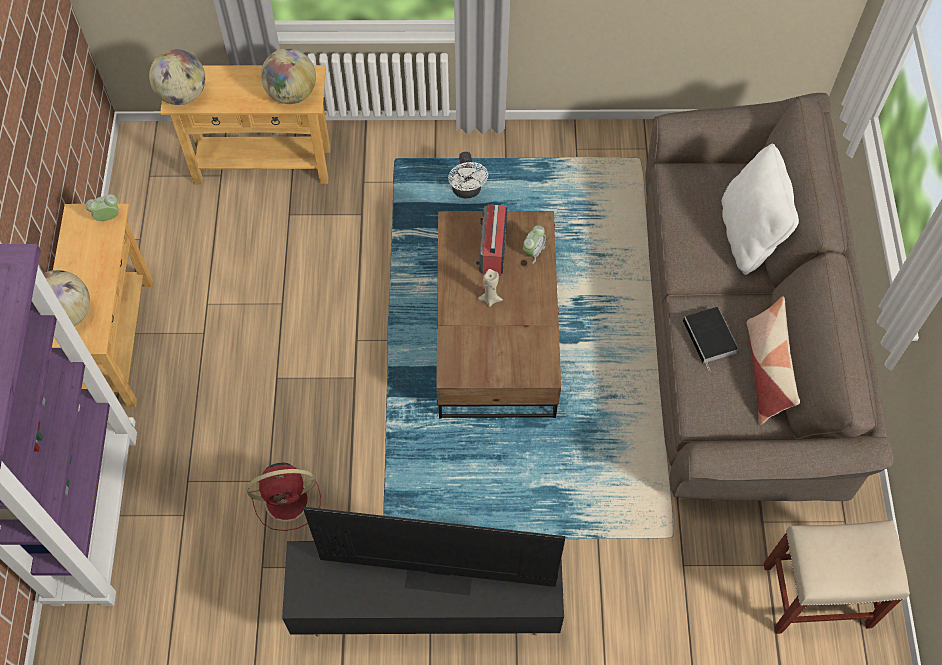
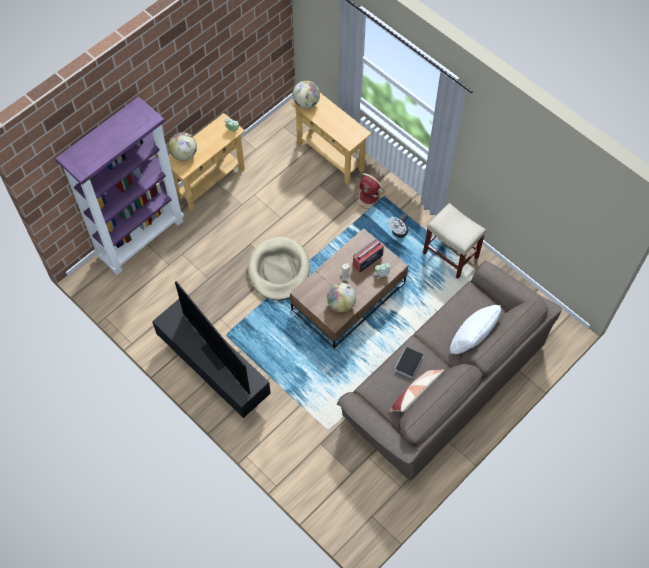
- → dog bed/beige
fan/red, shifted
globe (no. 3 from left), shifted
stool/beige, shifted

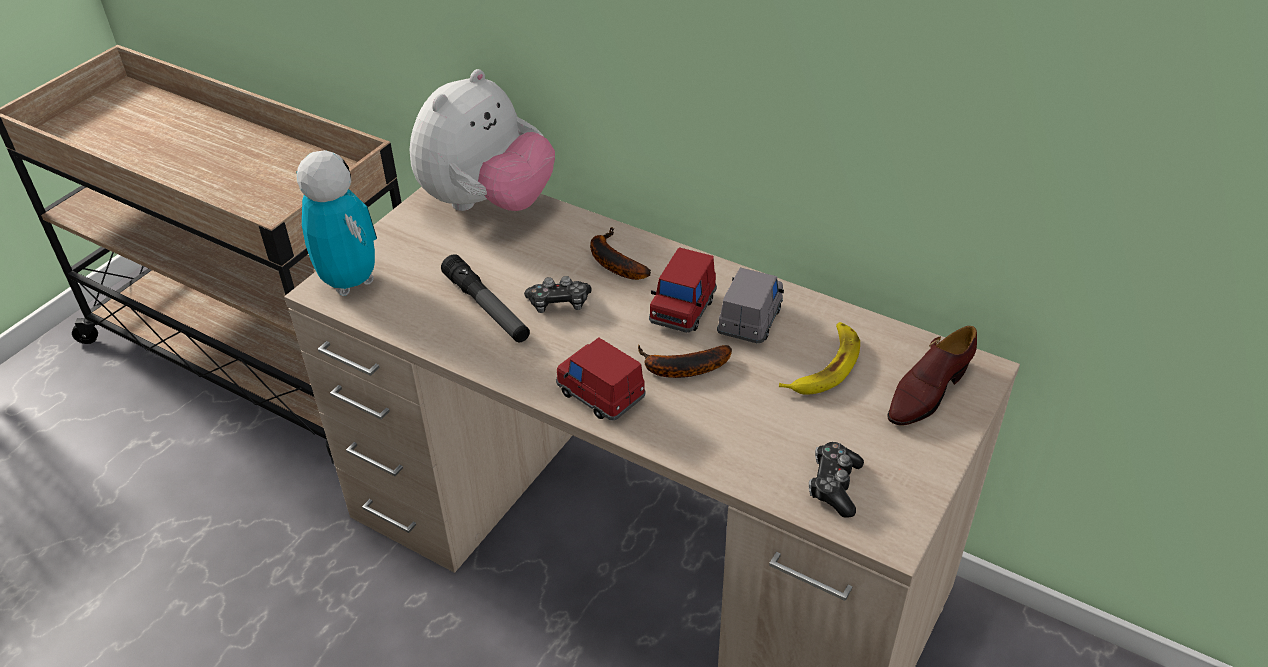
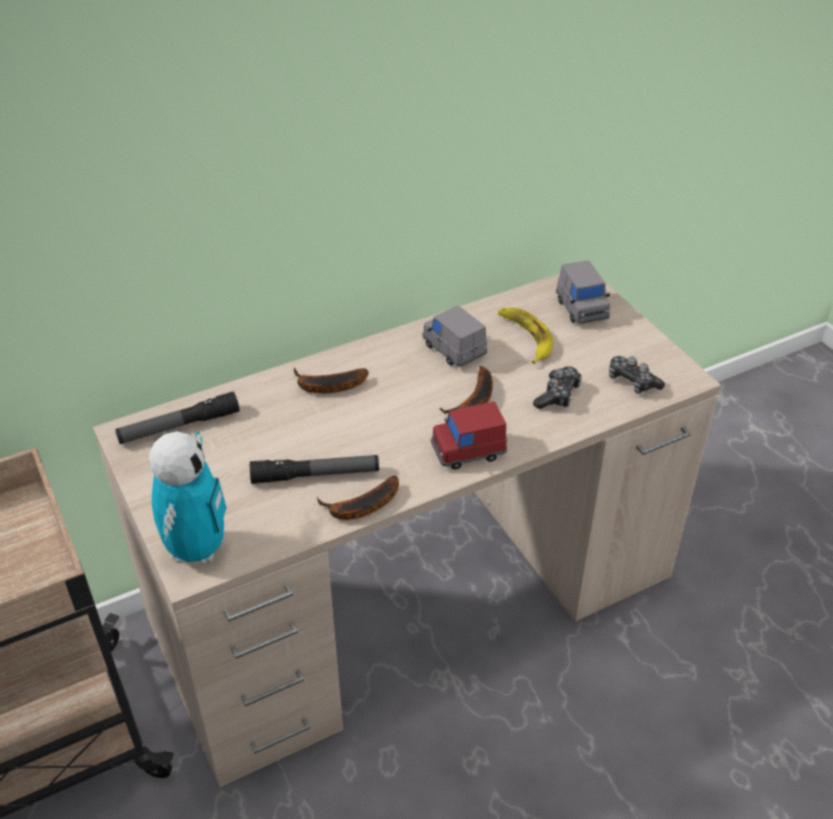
toy car/red (no. 2 from left) → -
- → banana (no. 2 from left)
game controller (no. 1 from left), shifted
plush toy → flashlight (no. 1 from left)
shoe/brown → toy car/grey (no. 2 from left)
toy robot, 105 degrees clockwise

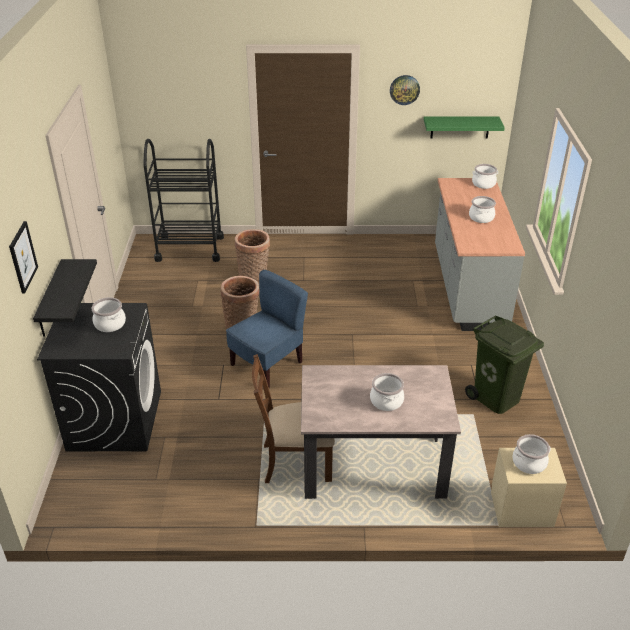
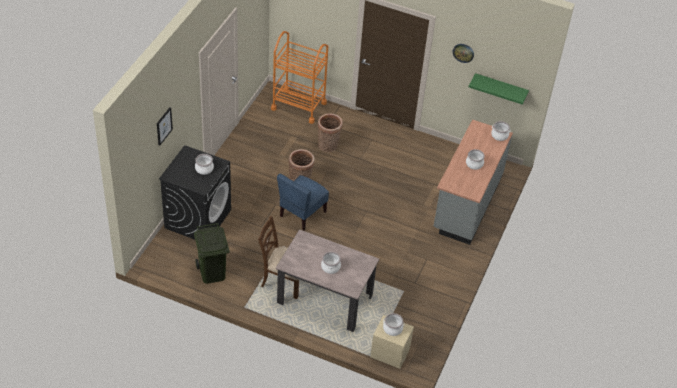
shelf/black → -
trash can/green, shifted
cart/black → cart/orange
chair/blue, 150 degrees clockwise

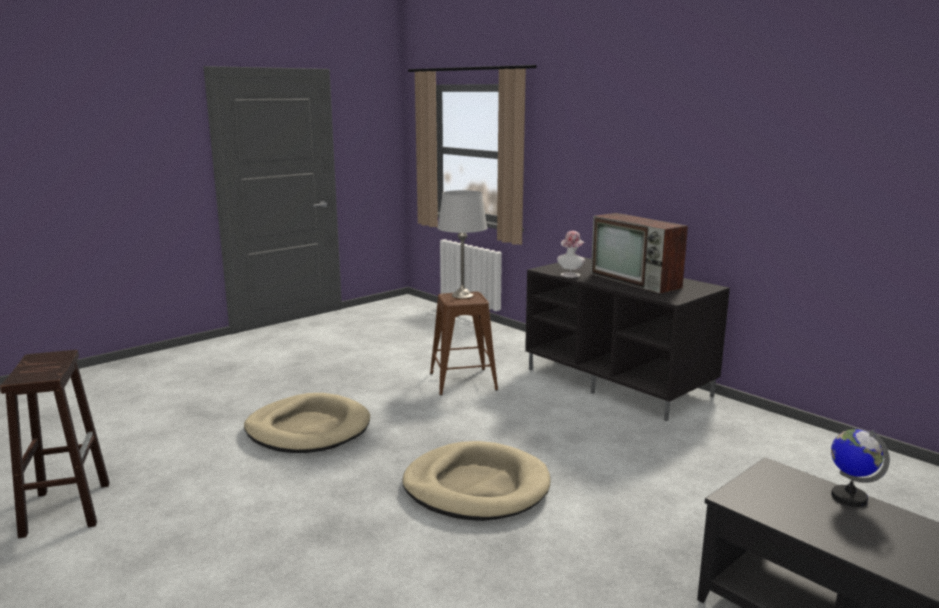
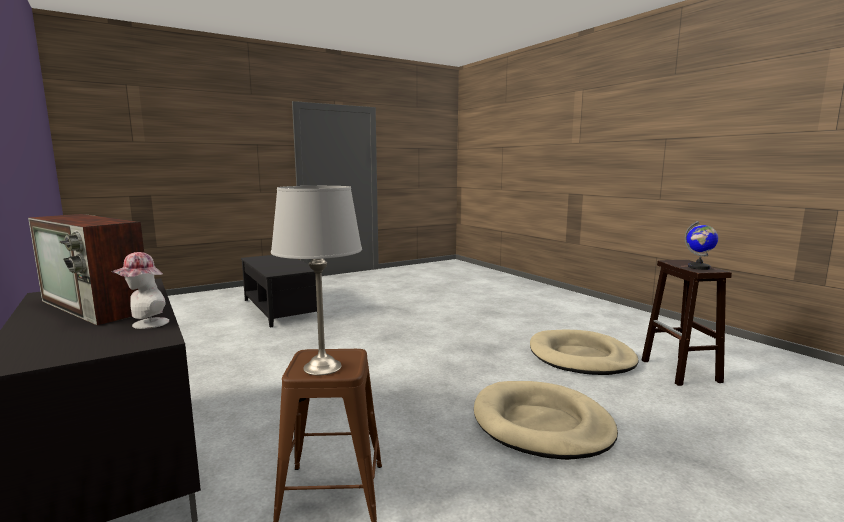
dog bed/beige (no. 2 from left), shifted
globe, shifted
television, 150 degrees clockwise

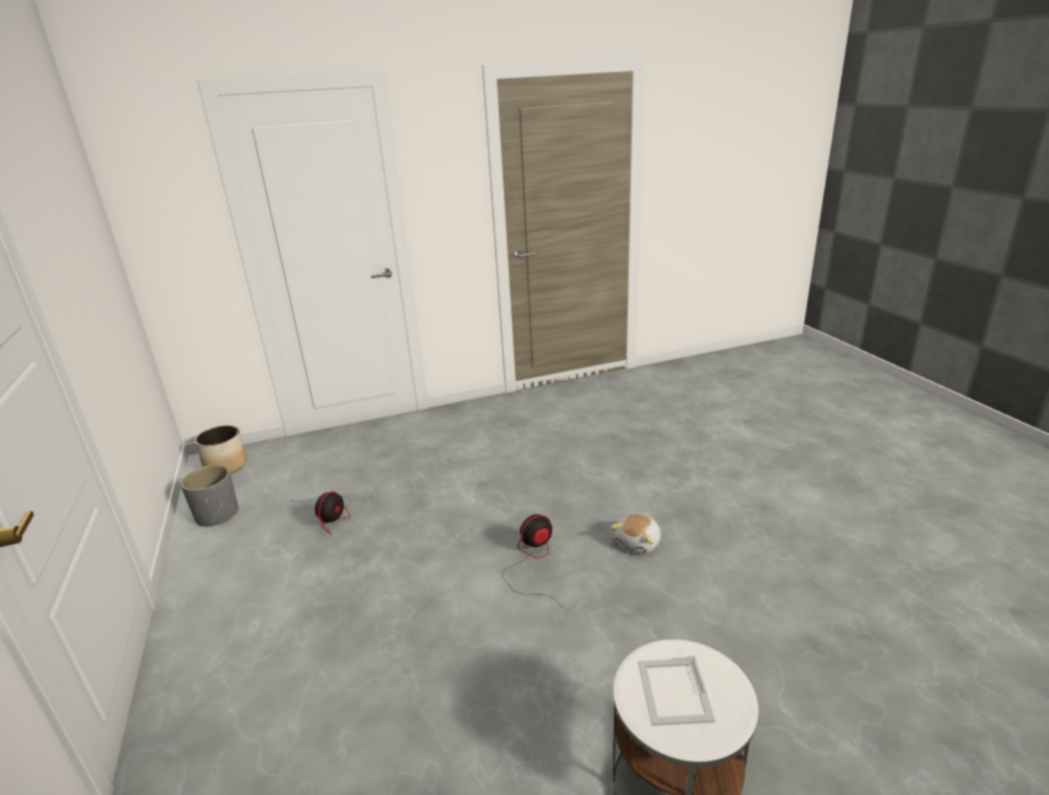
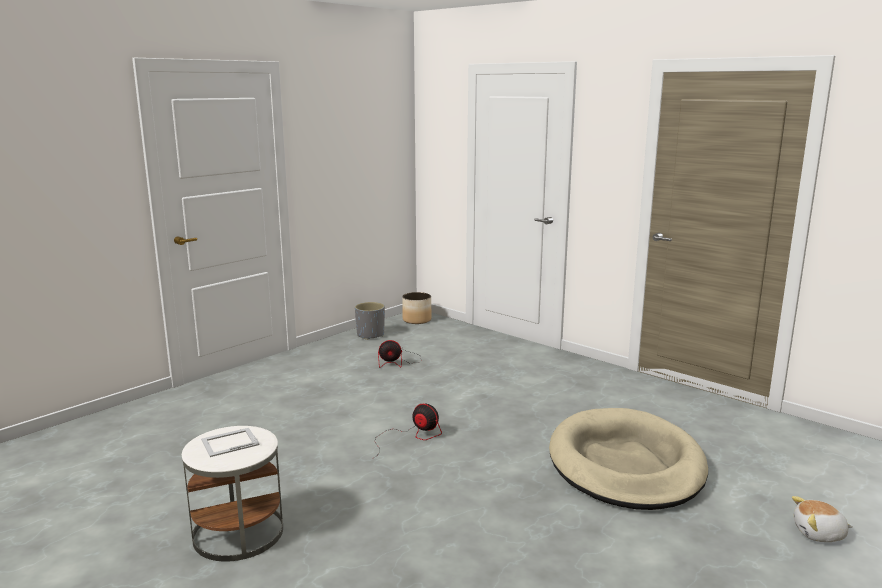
- → dog bed/beige
plush toy, shifted

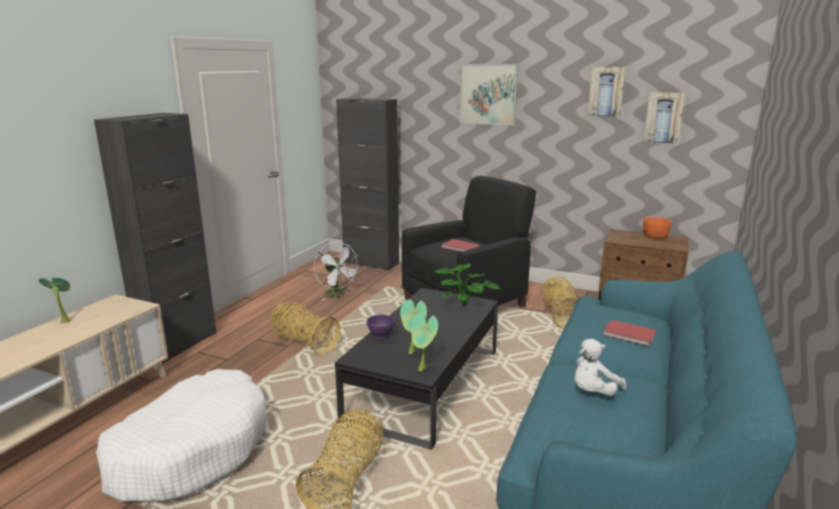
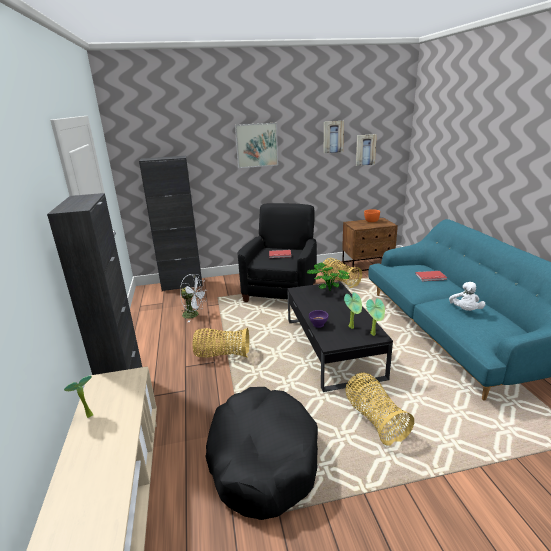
dog bed/white → dog bed/black

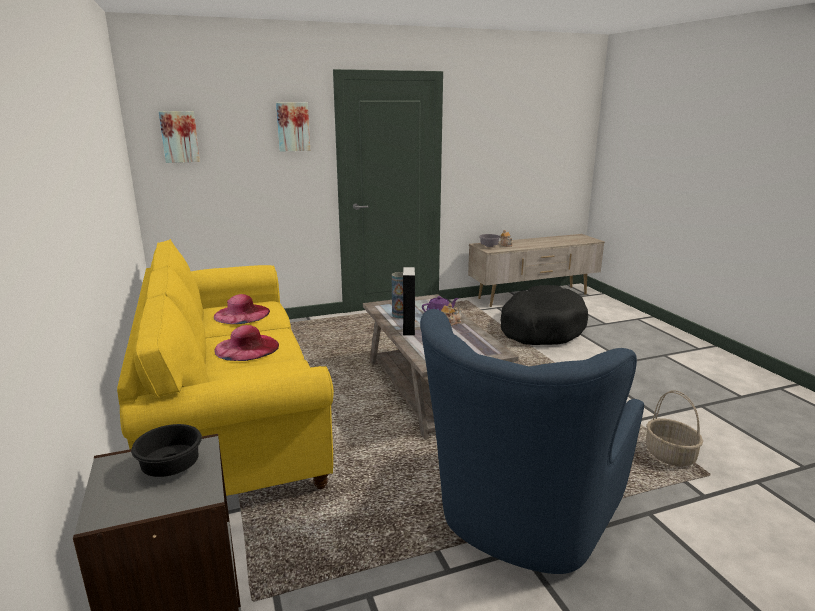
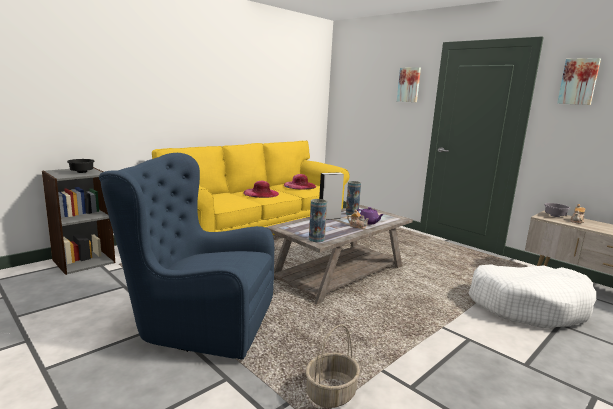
- → vase (no. 1 from left)
picture (no. 1 from left in the first image) → picture (no. 2 from left), shifted
dog bed/black → dog bed/white

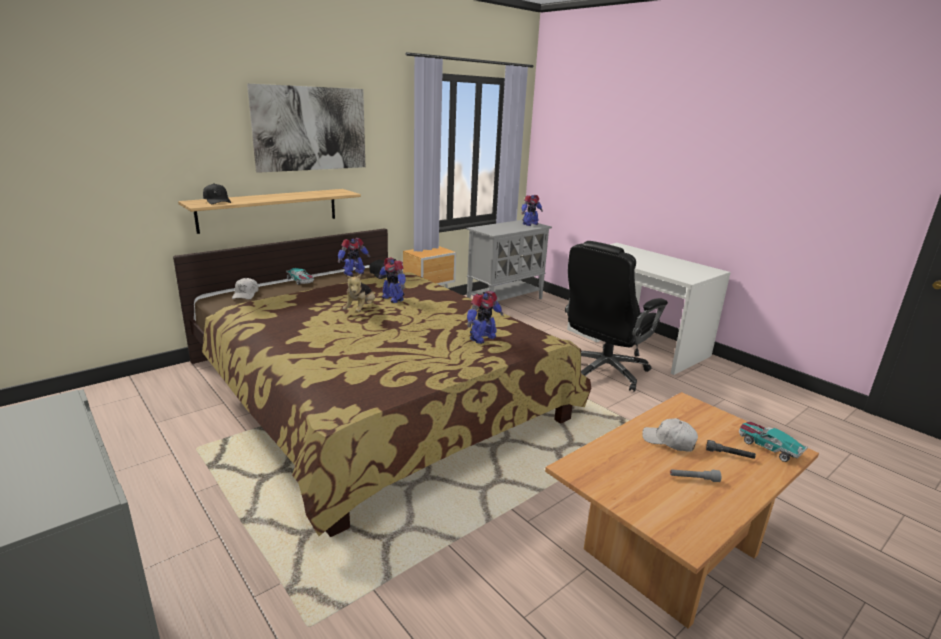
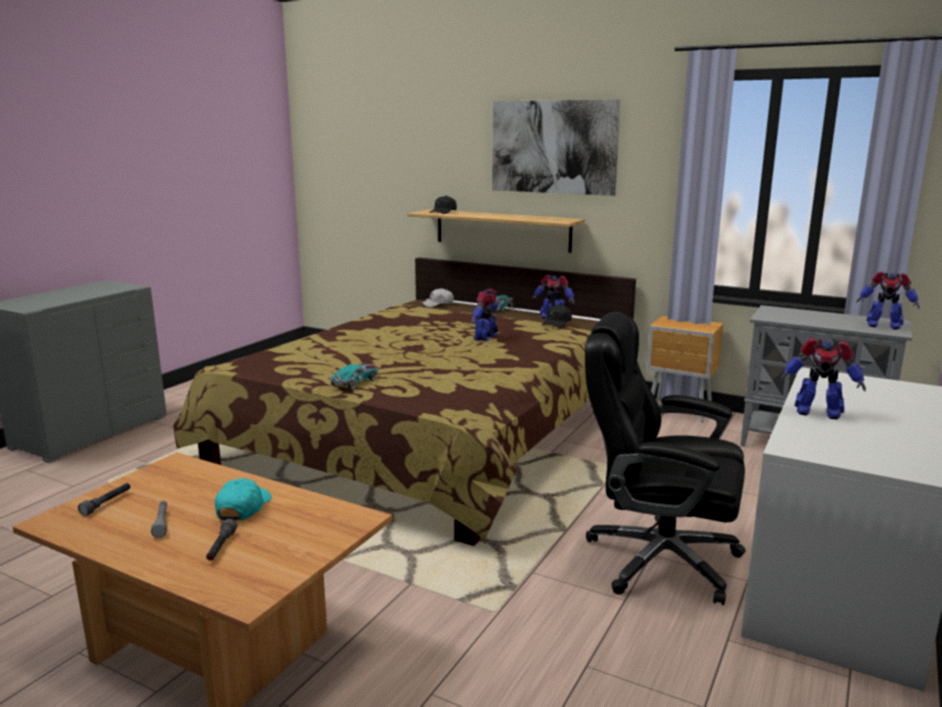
plush toy → -
- → flashlight/grey (no. 1 from left)
toy robot (no. 3 from left), shifted
toy car (no. 2 from left in the first image) → toy car (no. 1 from left), shifted
cap/white (no. 2 from left) → cap/turquoise

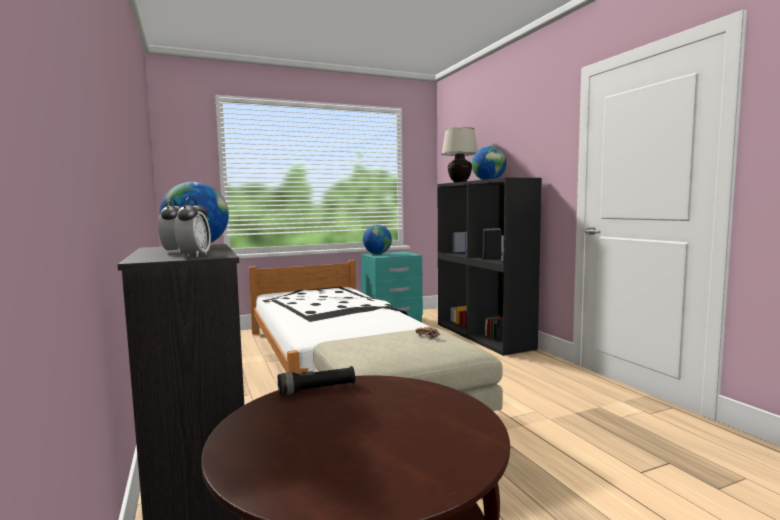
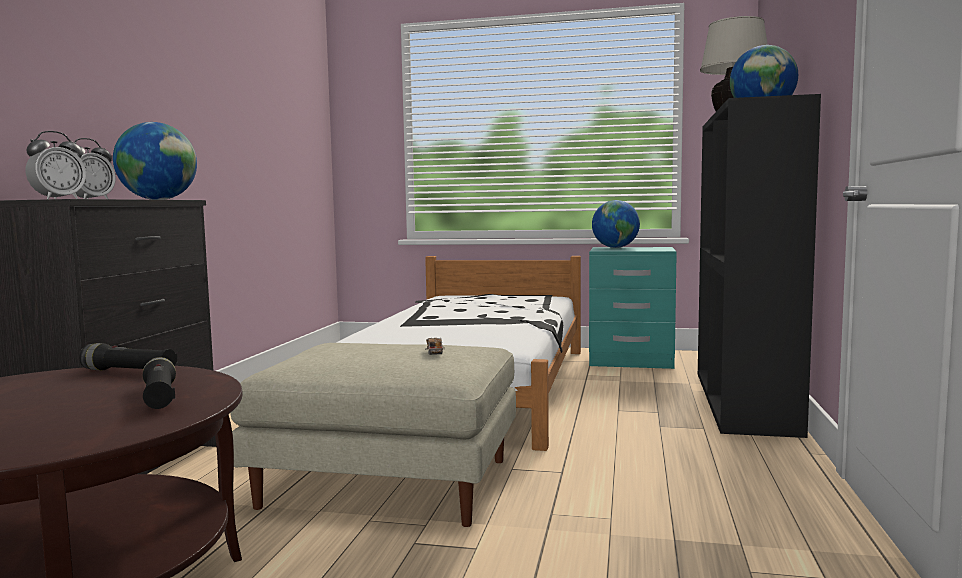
- → flashlight/black (no. 2 from left)

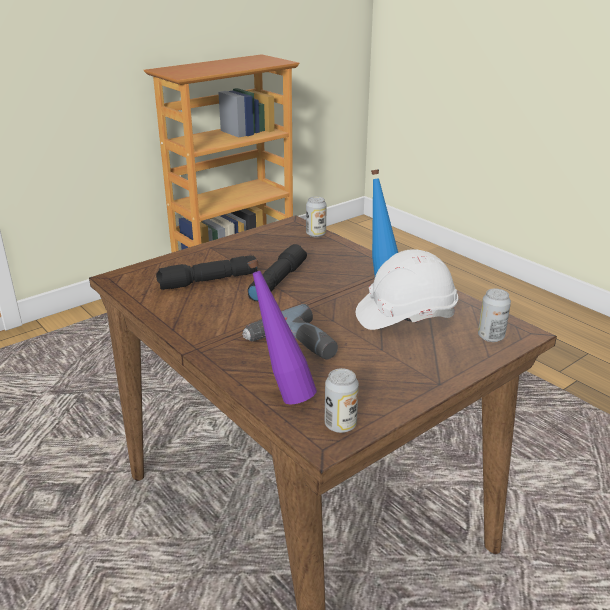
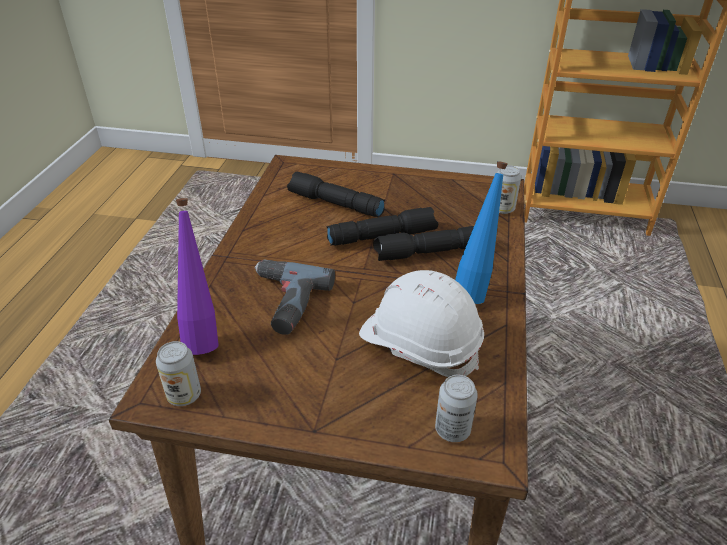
- → flashlight/black (no. 3 from left)

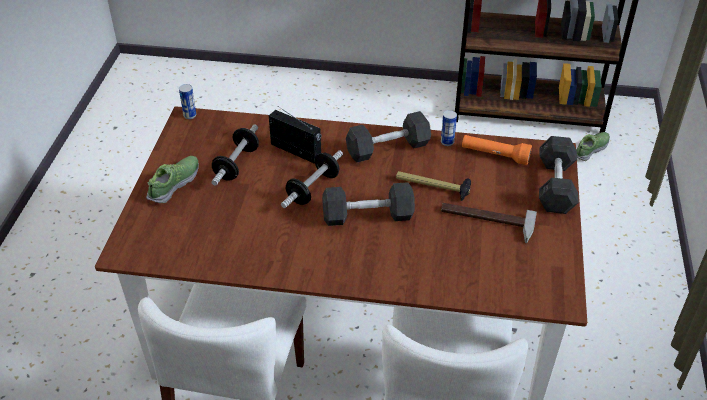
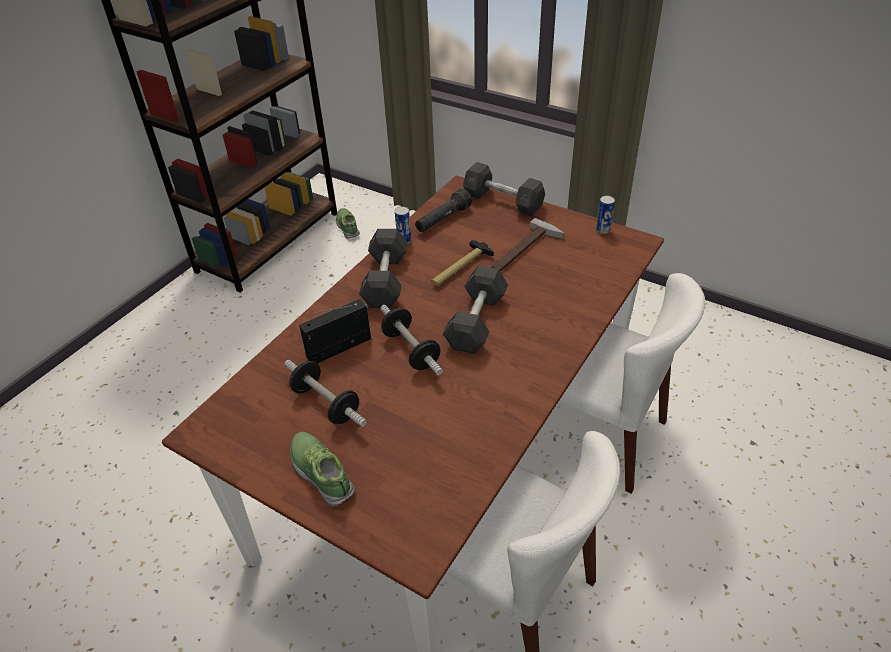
can (no. 1 from left in the first image) → can (no. 2 from left), shifted
flashlight/orange → flashlight/black

